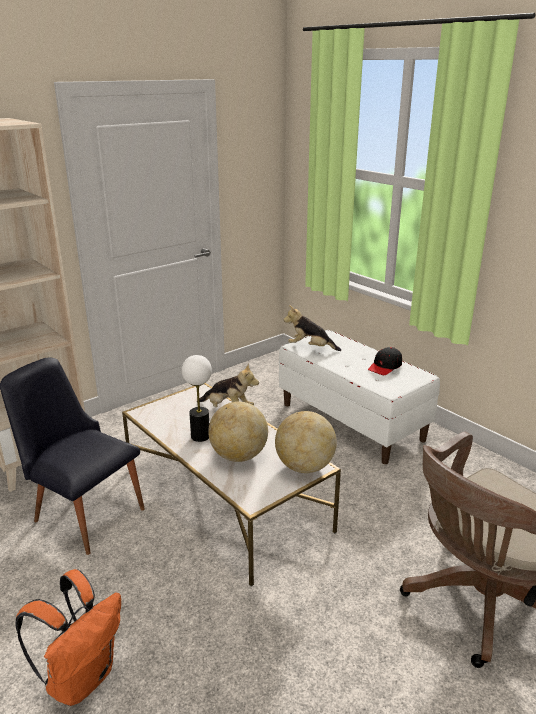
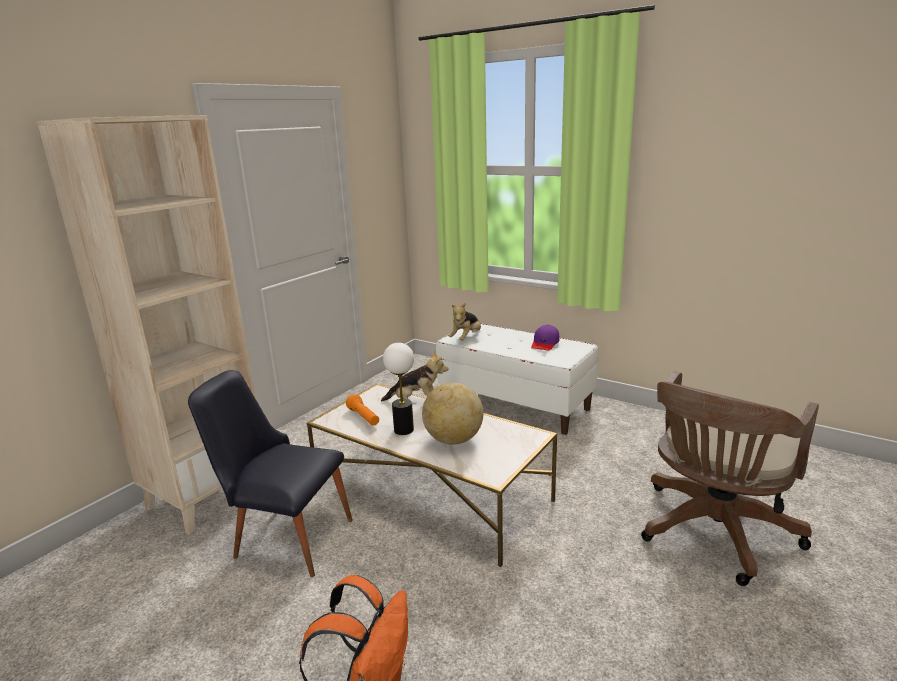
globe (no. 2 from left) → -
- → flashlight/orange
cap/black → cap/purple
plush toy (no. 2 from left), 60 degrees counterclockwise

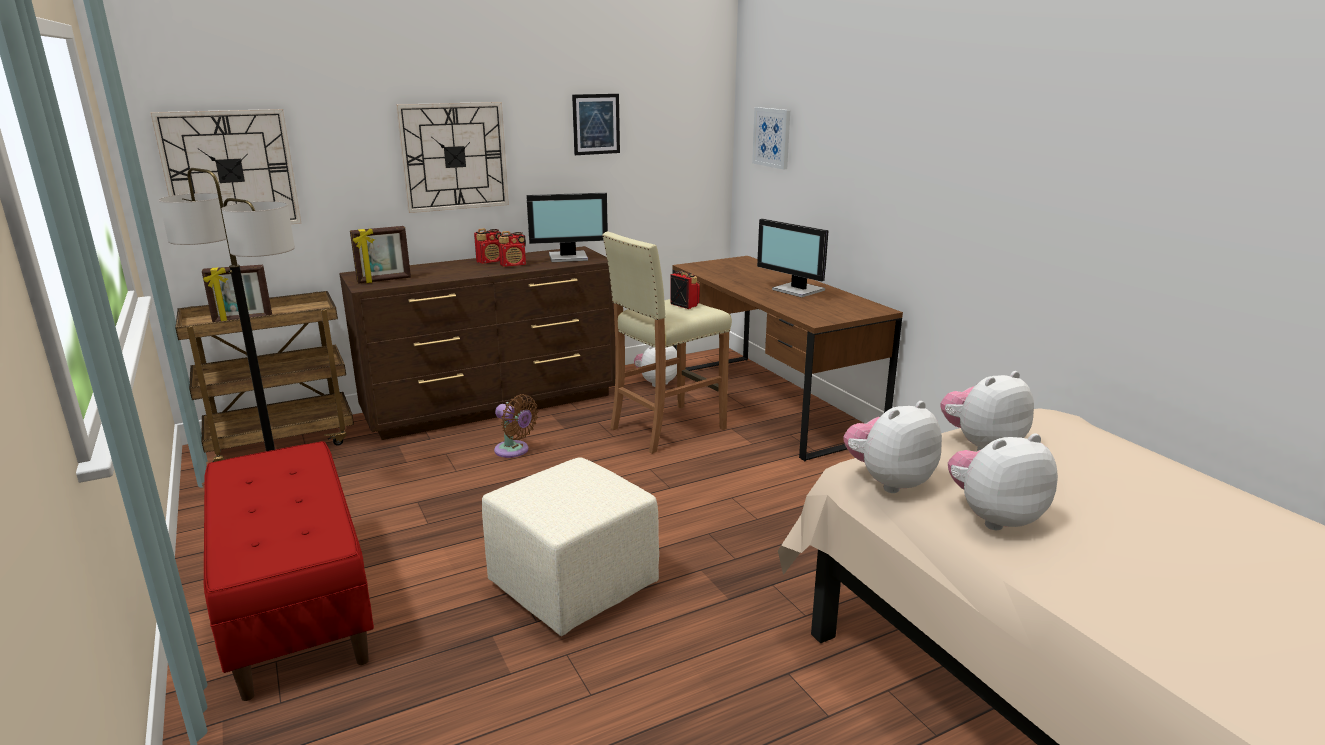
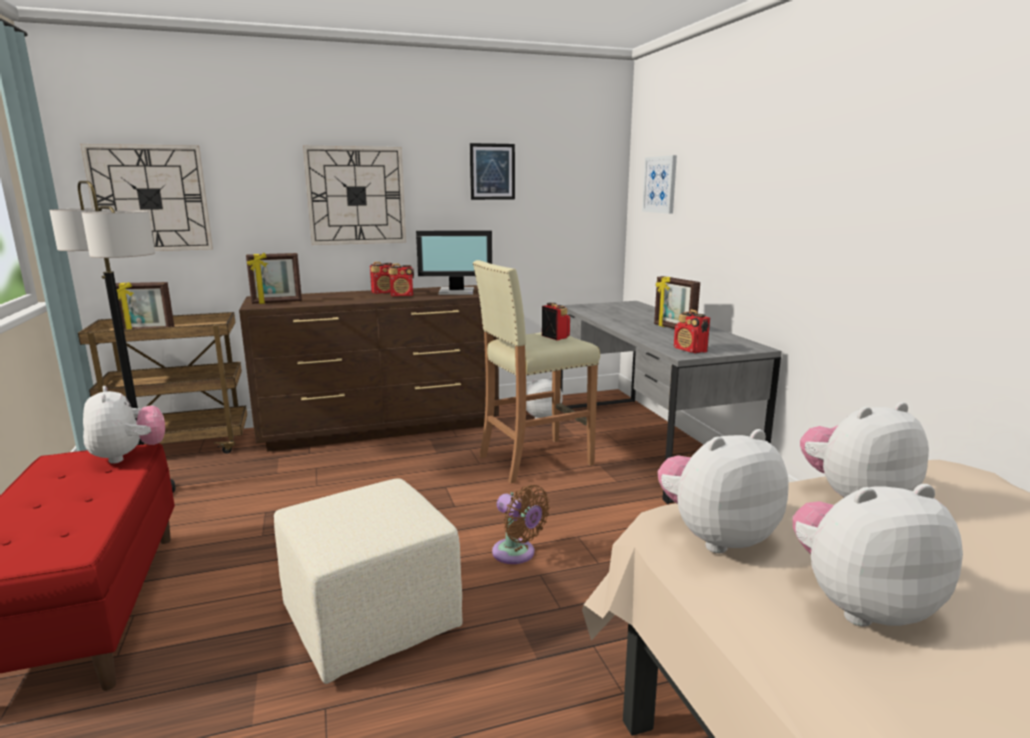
- → plush toy (no. 1 from left)
- → radio (no. 4 from left)
fan/brown, shifted
monitor (no. 2 from left) → picture frame (no. 3 from left)
desk/brown → desk/grey

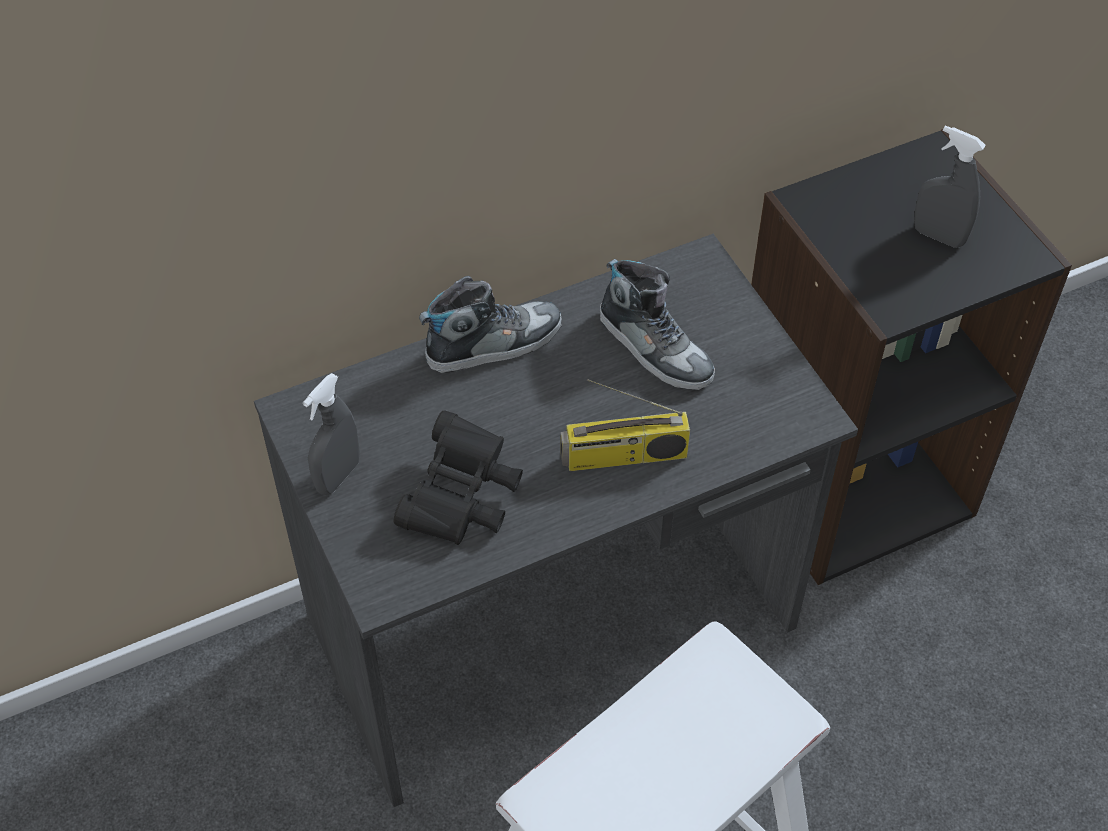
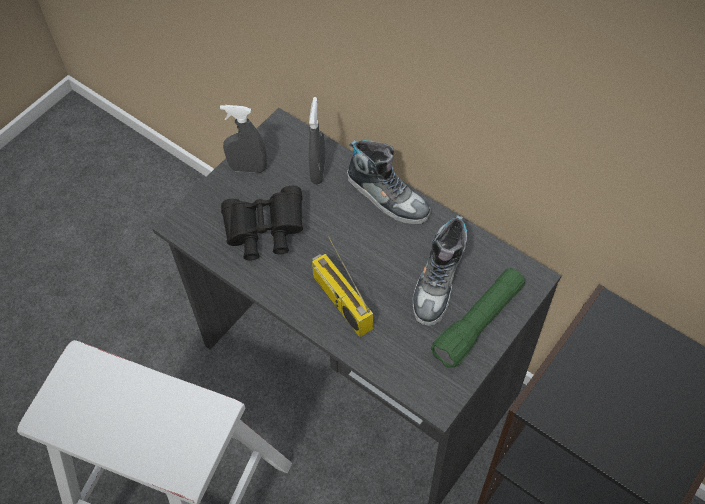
- → flashlight/green
spray bottle/grey (no. 2 from left), shifted

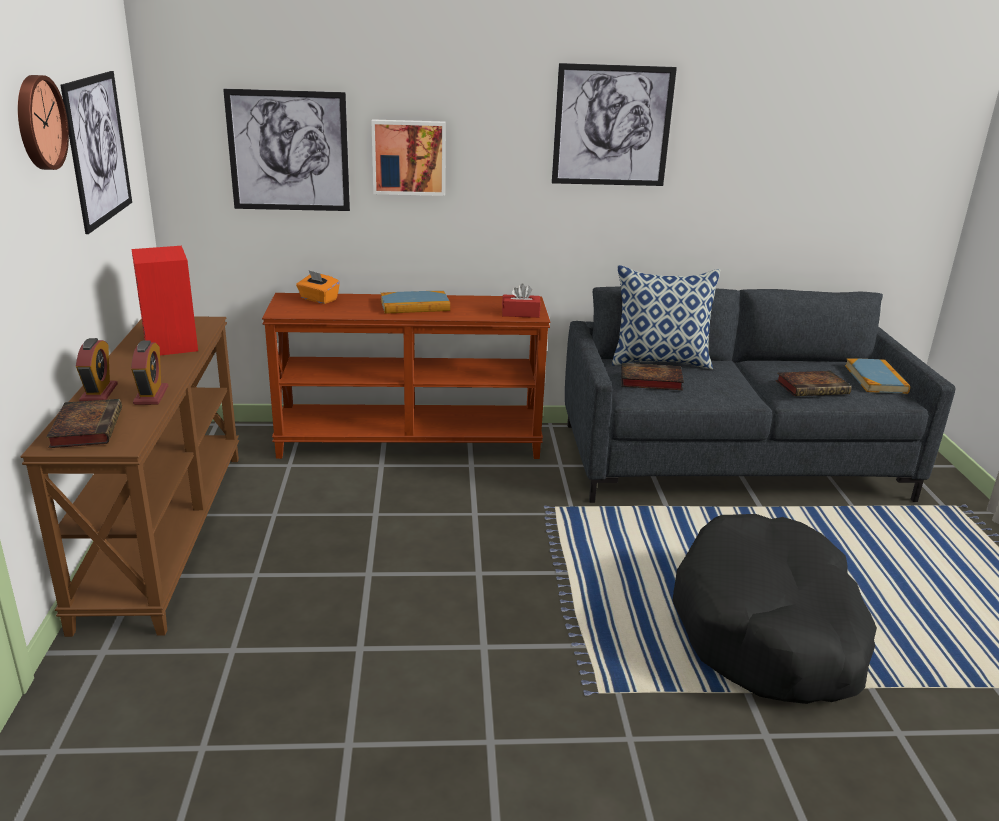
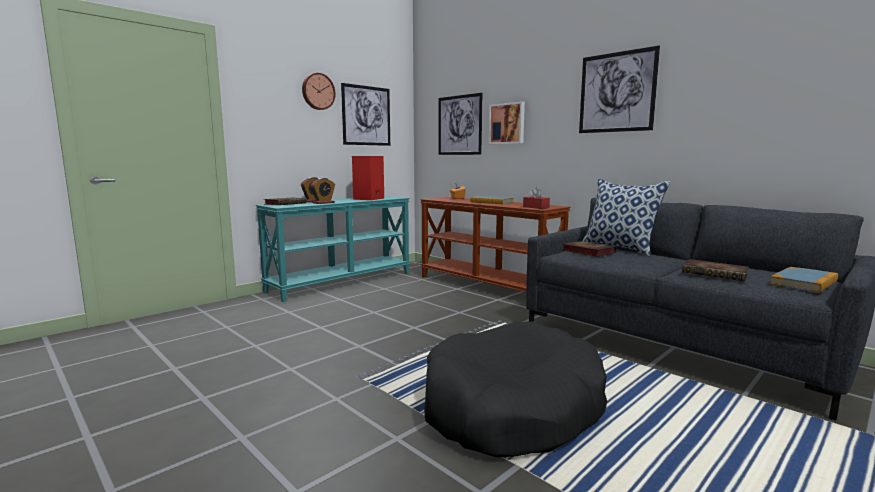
console table/brown (no. 1 from left) → console table/turquoise

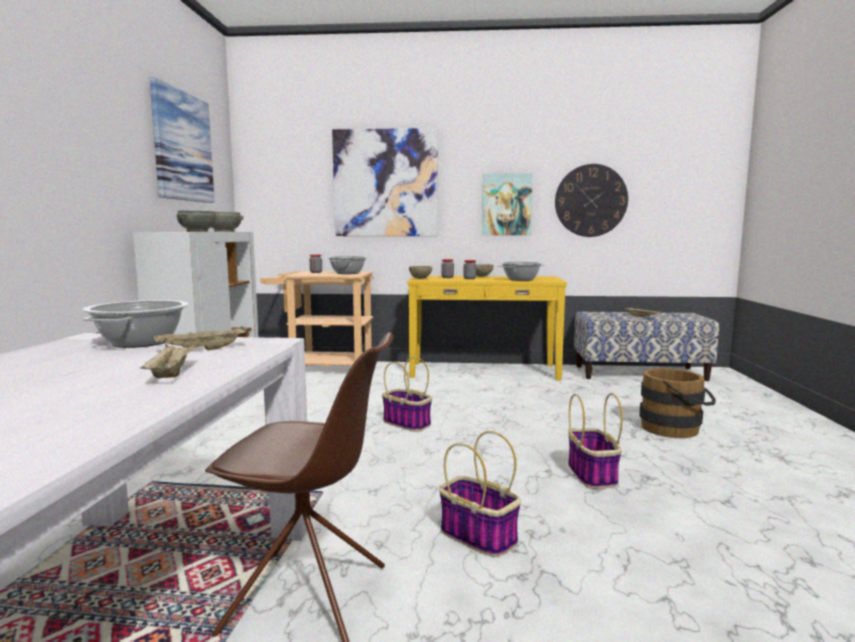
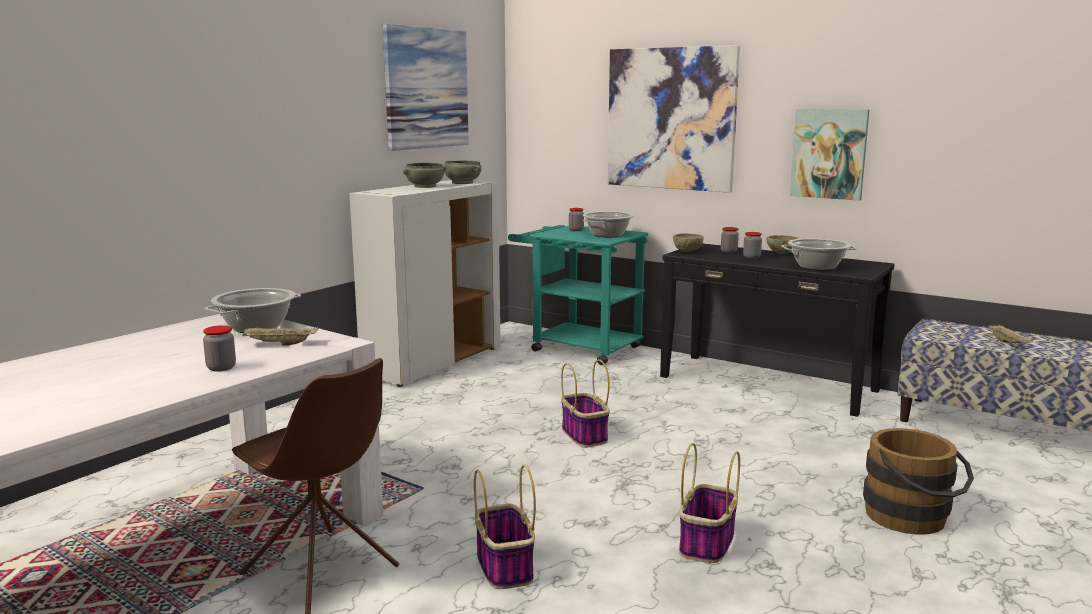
wall clock → -
tray/beige (no. 1 from left) → jar (no. 1 from left)
cart/beige → cart/turquoise
console table/yellow → console table/black

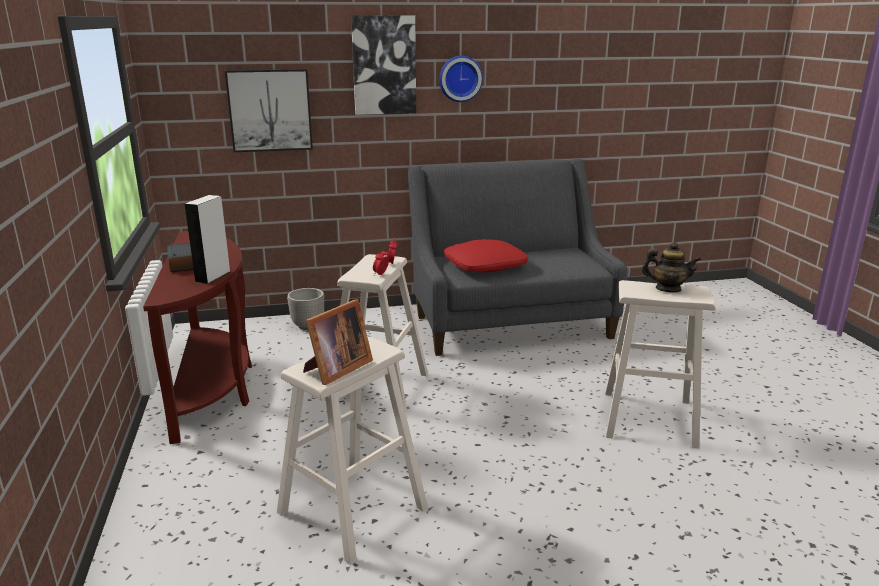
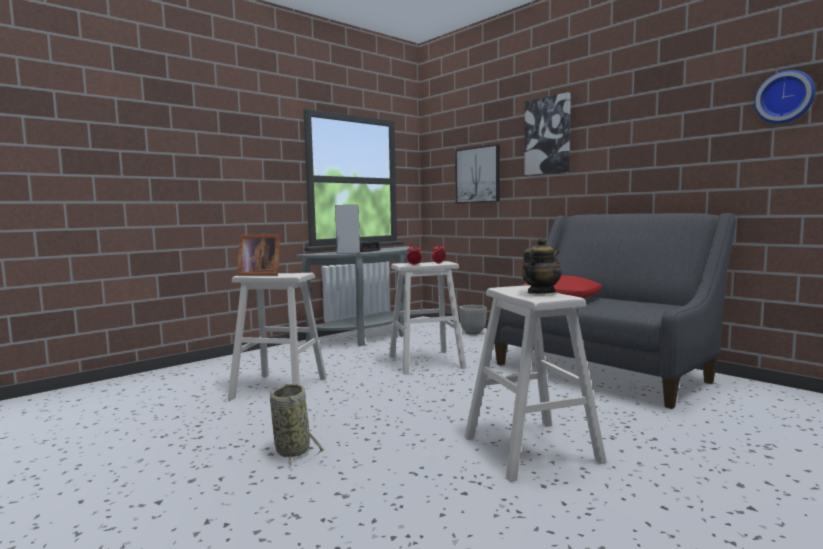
- → basket
wall clock, shifted
console table/brown → console table/grey
teapot, 120 degrees counterclockwise

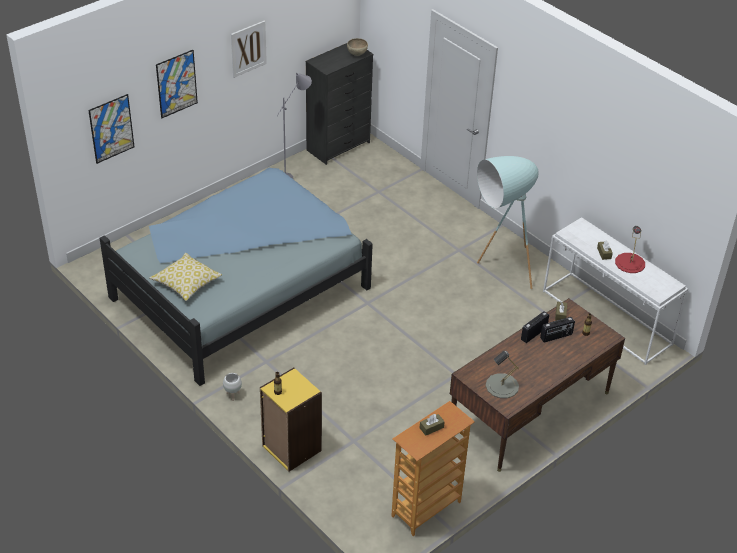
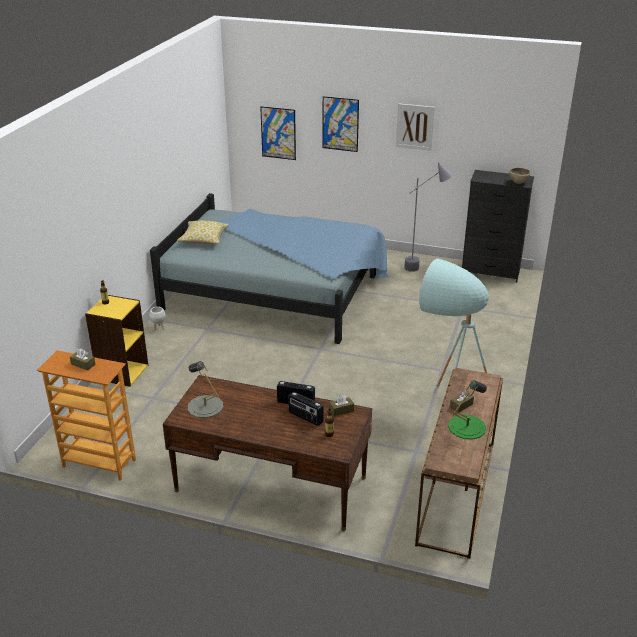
console table/white → console table/brown
table lamp/red → table lamp/green

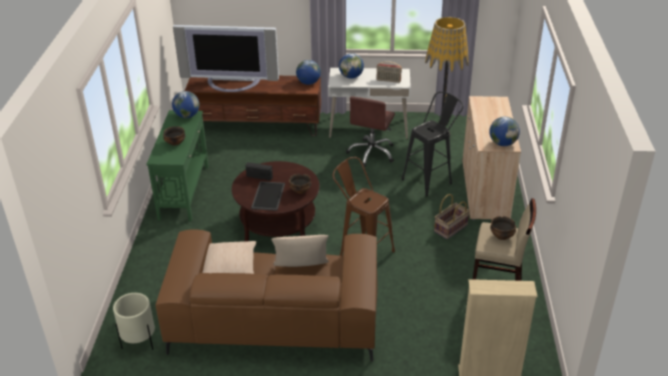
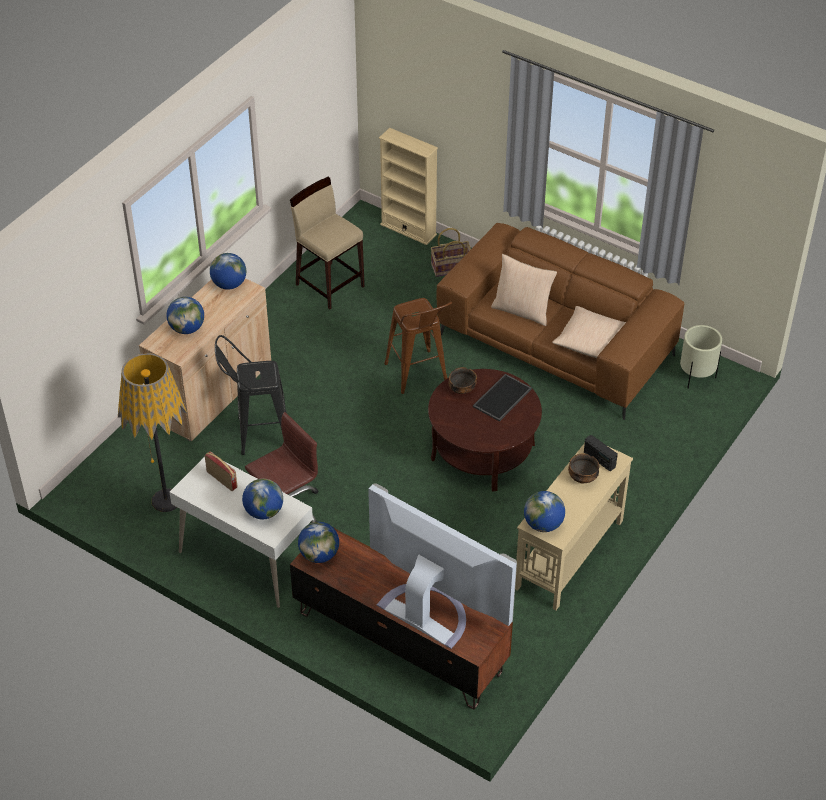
bowl (no. 3 from left) → -
- → globe (no. 1 from left)
radio (no. 1 from left in the first image) → radio (no. 2 from left), shifted
basket, shifted
console table/green → console table/beige

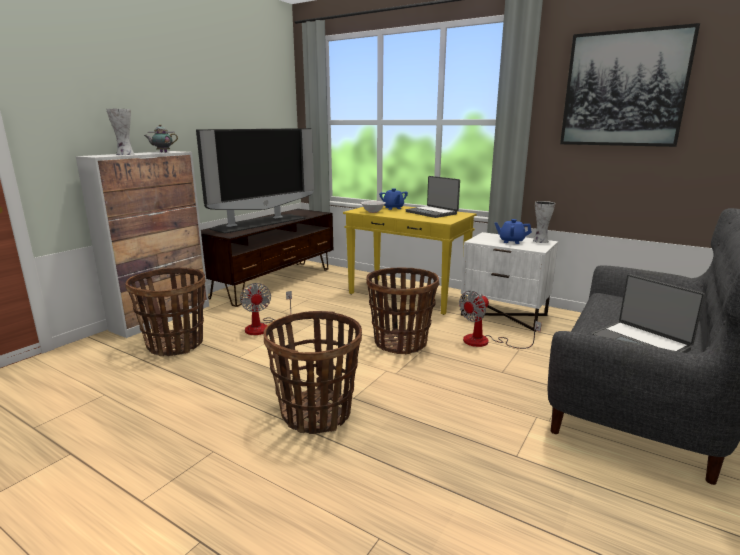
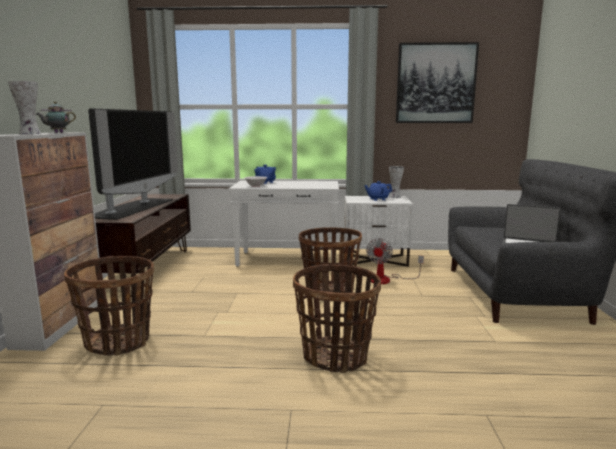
fan (no. 1 from left) → -
laptop (no. 1 from left) → -
console table/yellow → console table/white

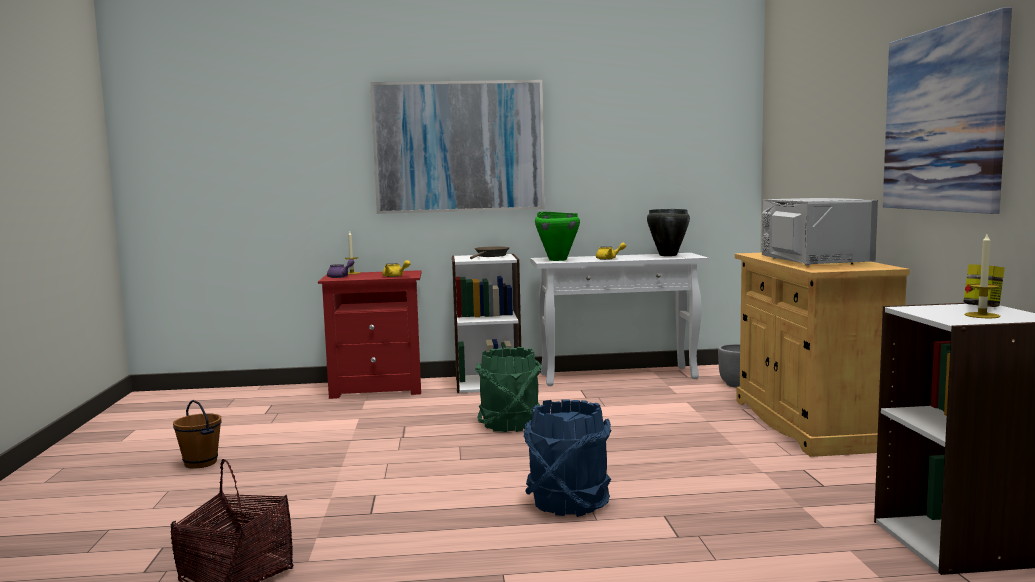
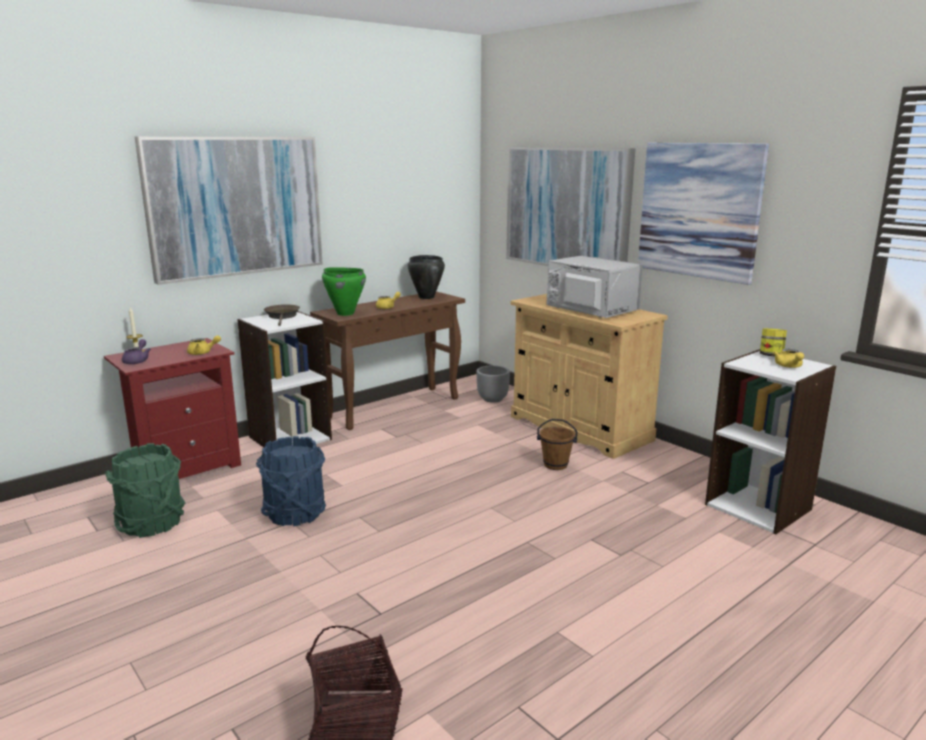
- → picture (no. 2 from left)
bucket/brown, shifted
bucket/green, shifted
bucket/blue, shifted
candle (no. 2 from left) → teapot/yellow (no. 3 from left)
console table/white → console table/brown

